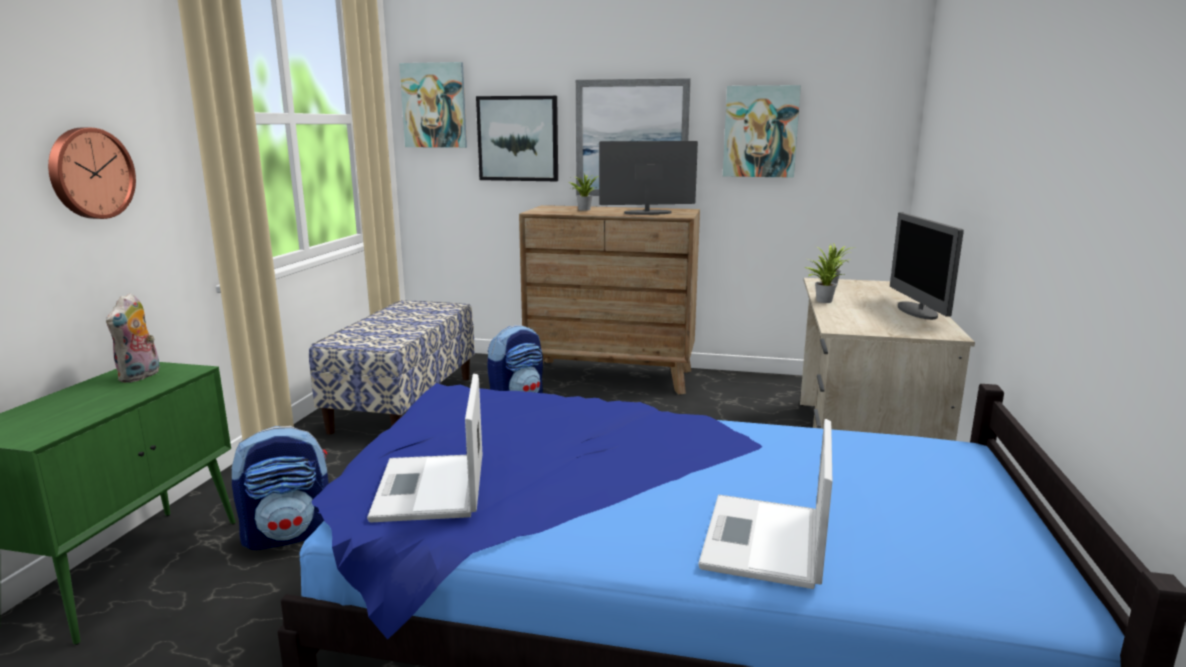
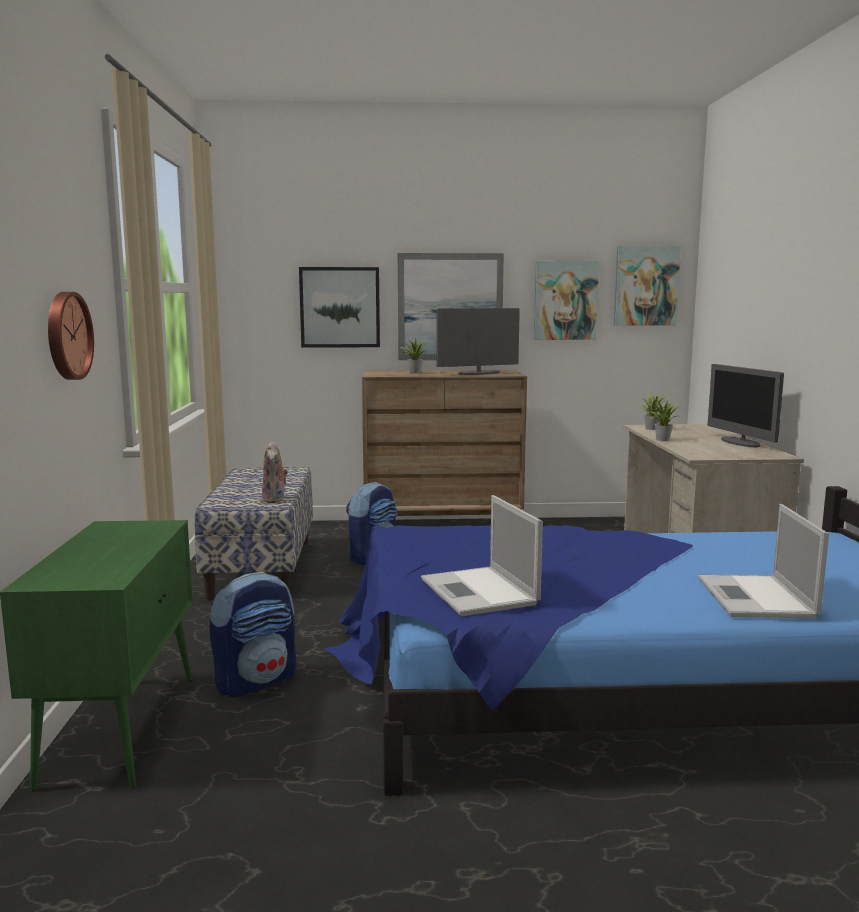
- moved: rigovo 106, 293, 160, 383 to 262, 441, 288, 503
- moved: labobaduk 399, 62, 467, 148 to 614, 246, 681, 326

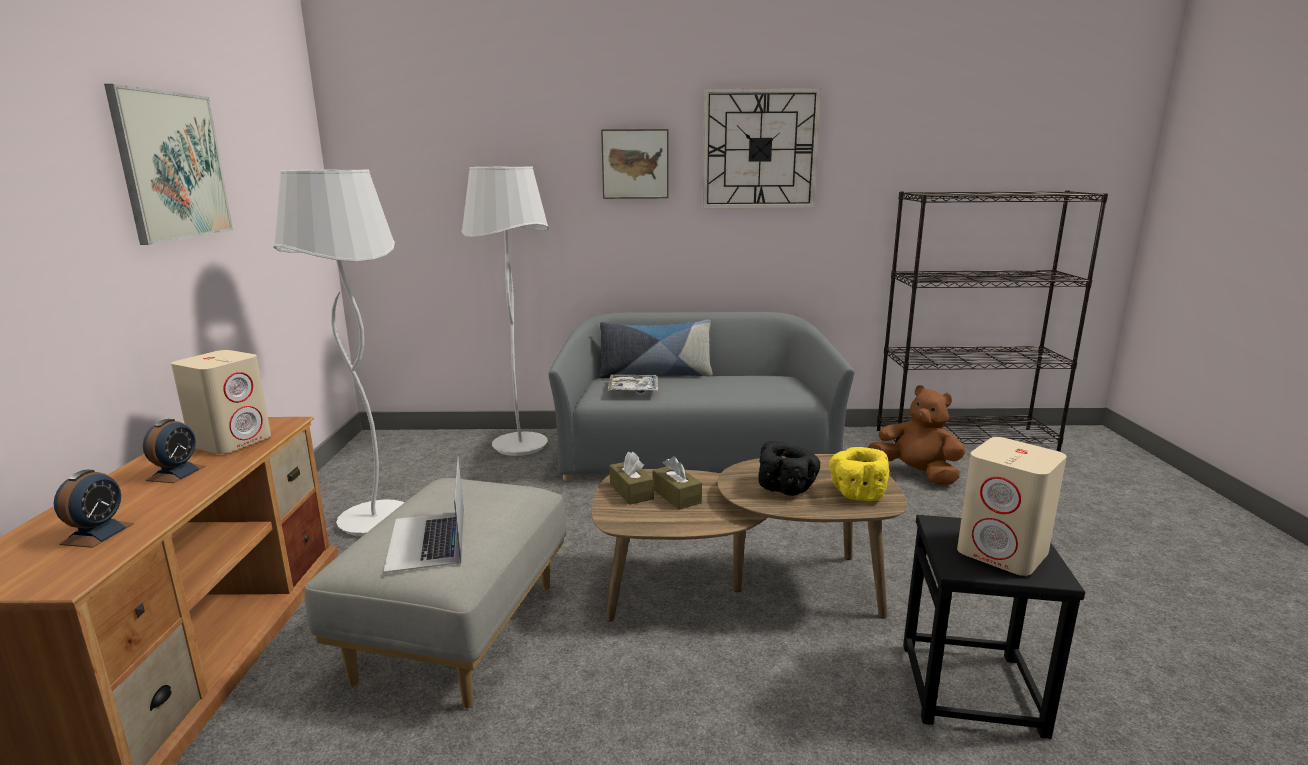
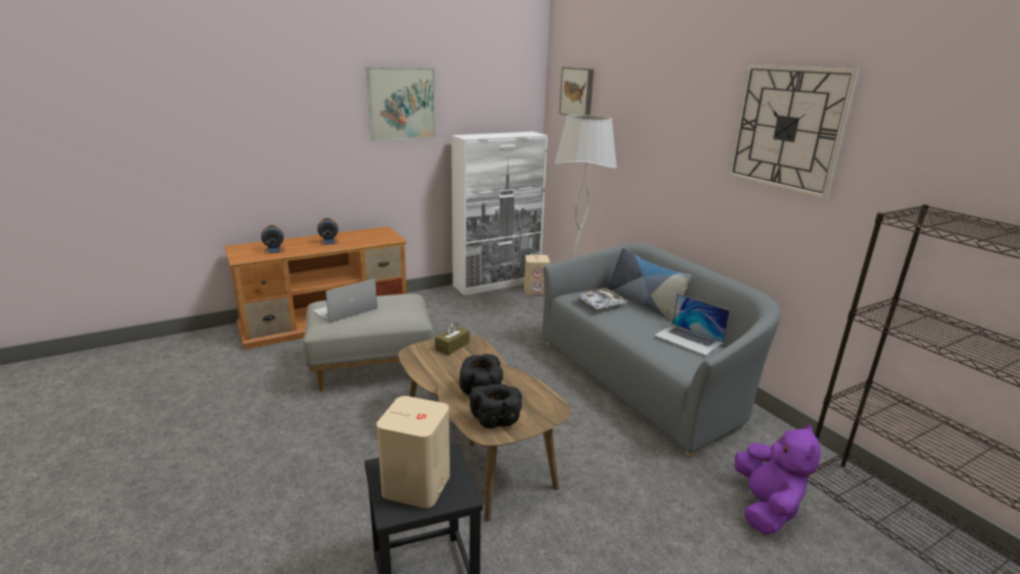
- removed: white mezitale 273, 169, 404, 536
- removed: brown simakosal 652, 456, 702, 510
- added: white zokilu 451, 132, 548, 296
- added: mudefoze 654, 294, 730, 356
- moved: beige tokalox 171, 350, 271, 454 to 524, 255, 550, 295
- moved: labobaduk 601, 129, 669, 199 to 559, 67, 594, 116
- recoloured: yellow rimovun 829, 447, 889, 502 to black rimovun 470, 384, 522, 429
- recoloured: brown rigovo 868, 385, 965, 485 to purple rigovo 735, 424, 821, 535

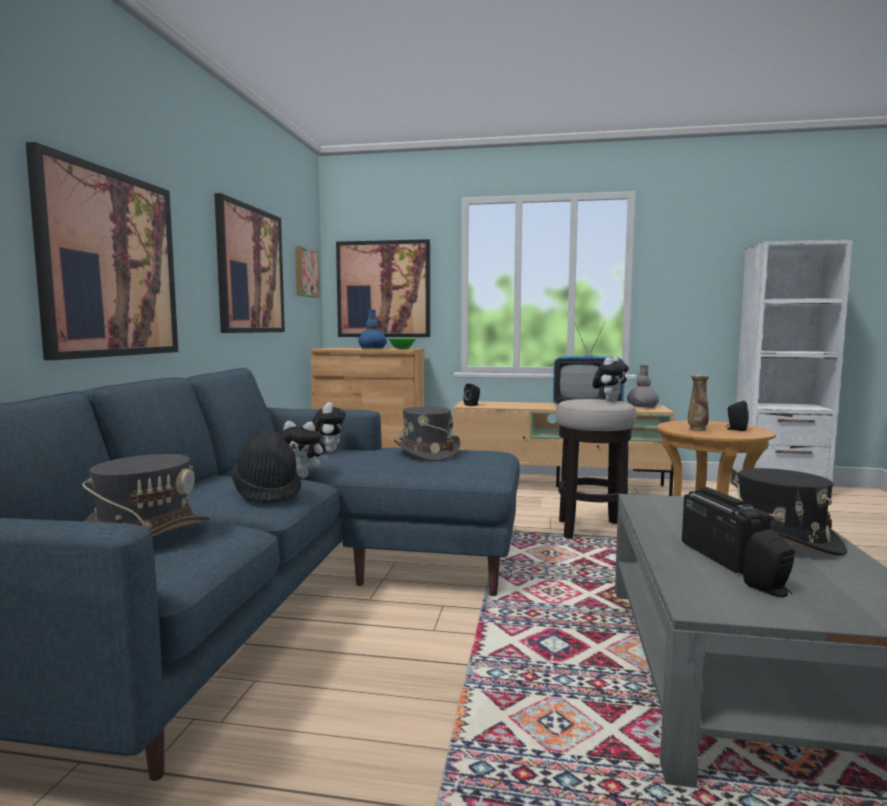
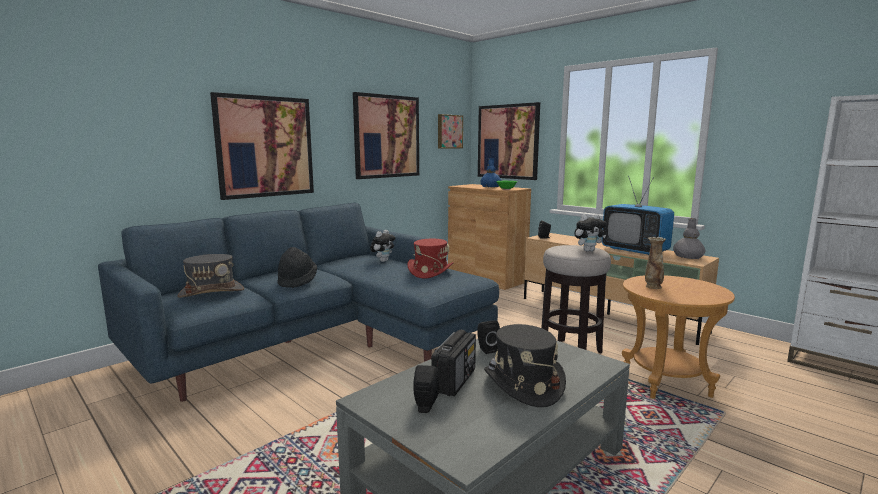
- removed: rigovo 277, 421, 328, 478
- moved: black tokalox 725, 401, 749, 431 to 477, 320, 500, 354
- recoloured: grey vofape 394, 406, 461, 461 to red vofape 407, 239, 453, 278

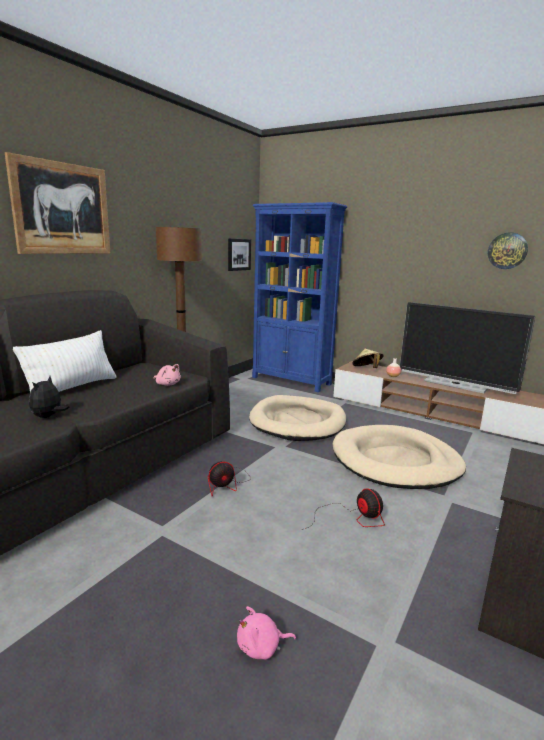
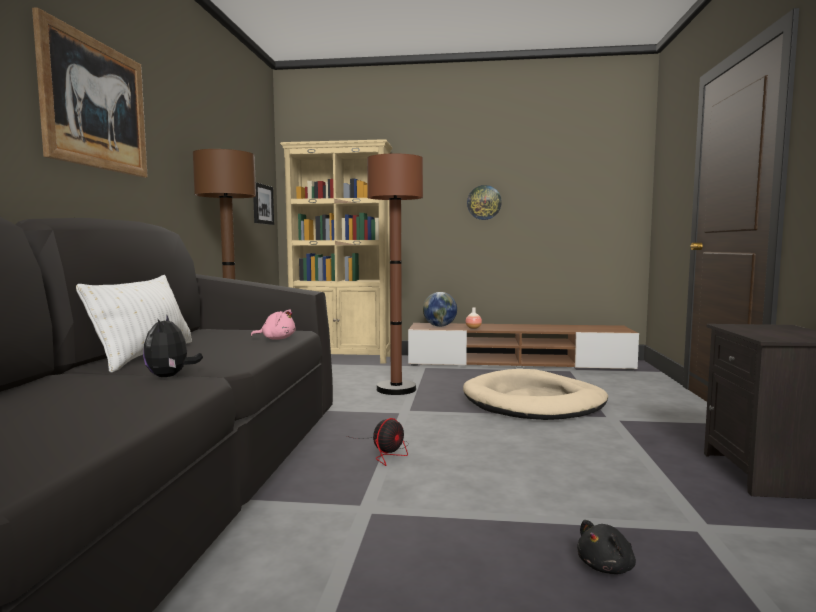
- removed: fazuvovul 301, 488, 385, 530
- removed: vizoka 400, 302, 535, 394
- moved: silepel 488, 232, 528, 269 to 467, 185, 502, 220
- replaced: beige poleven 249, 395, 346, 441 to brown mezitale 367, 153, 423, 395
- replaced: beige vofape 352, 349, 384, 368 to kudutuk 423, 292, 457, 327
- recoloured: pink rigovo 237, 606, 296, 659 to black rigovo 577, 520, 636, 574
- recoloured: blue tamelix 252, 202, 347, 392 to beige tamelix 280, 139, 393, 364

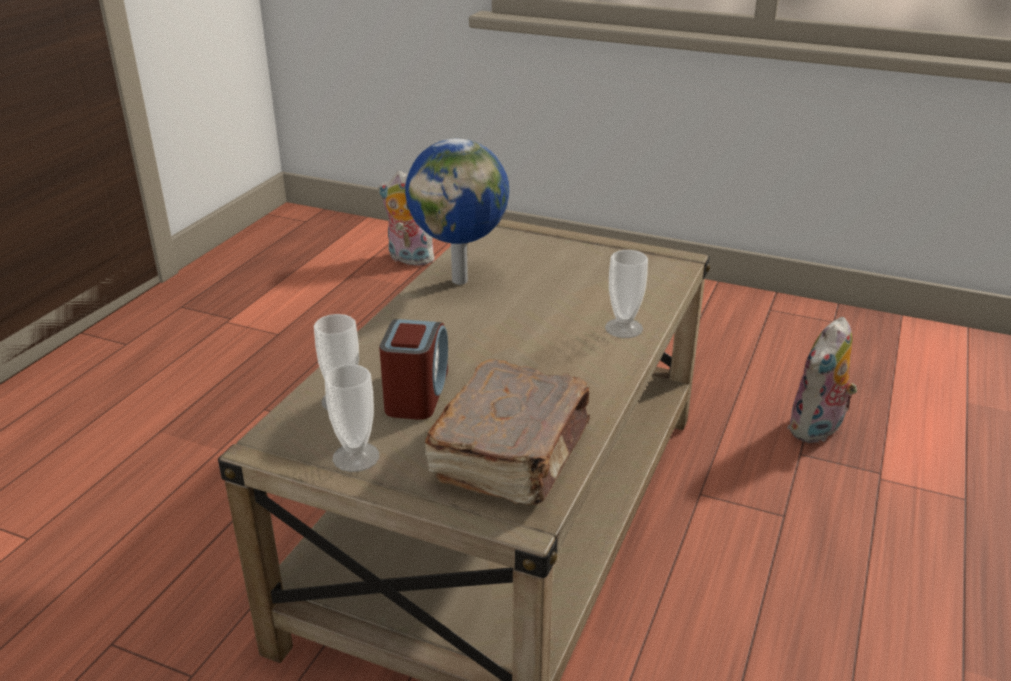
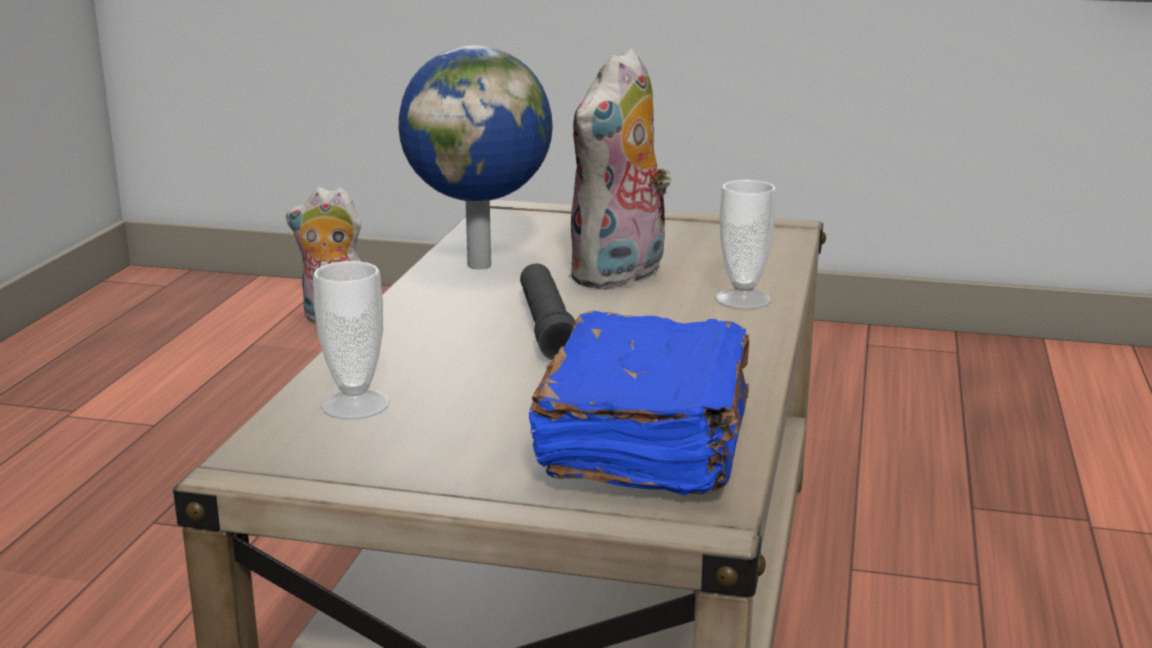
- removed: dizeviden 325, 364, 379, 472
- removed: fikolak 379, 319, 448, 420
- added: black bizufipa 520, 263, 575, 361
- moved: rigovo 787, 317, 857, 443 to 568, 48, 671, 290
- recoloured: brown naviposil 425, 359, 590, 505 to blue naviposil 529, 311, 749, 496

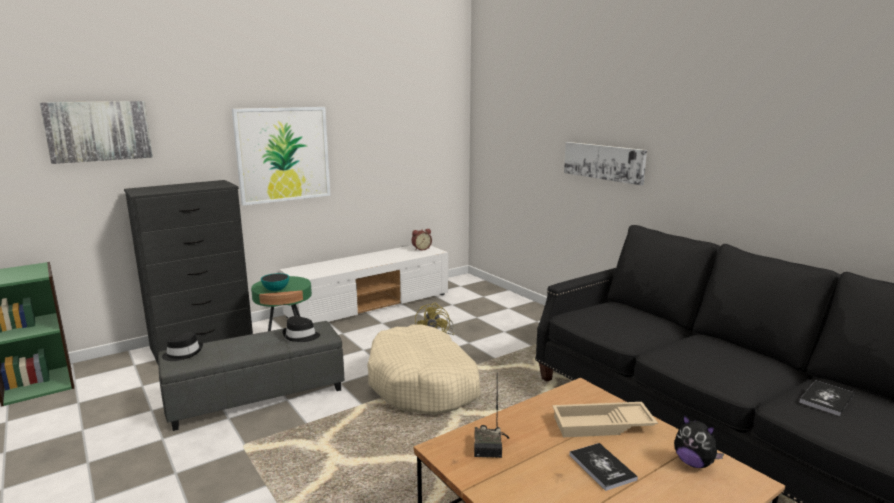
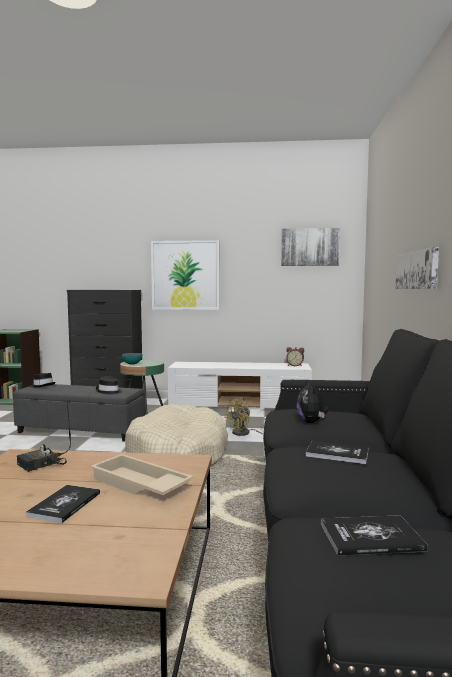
- added: naviposil 305, 441, 369, 464
- moved: labobaduk 40, 101, 153, 164 to 281, 228, 340, 266
- moved: rigovo 674, 415, 724, 468 to 296, 380, 329, 423

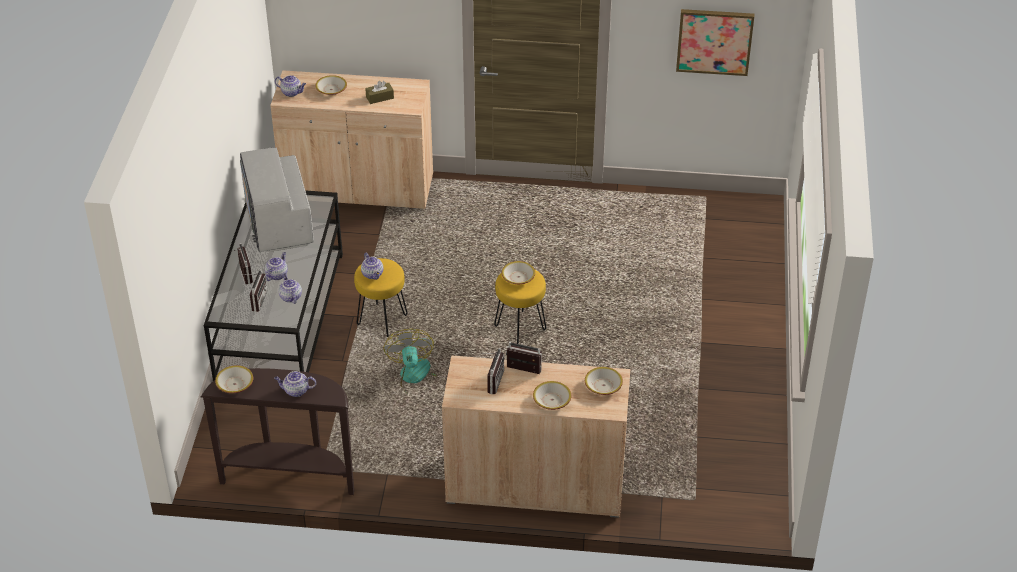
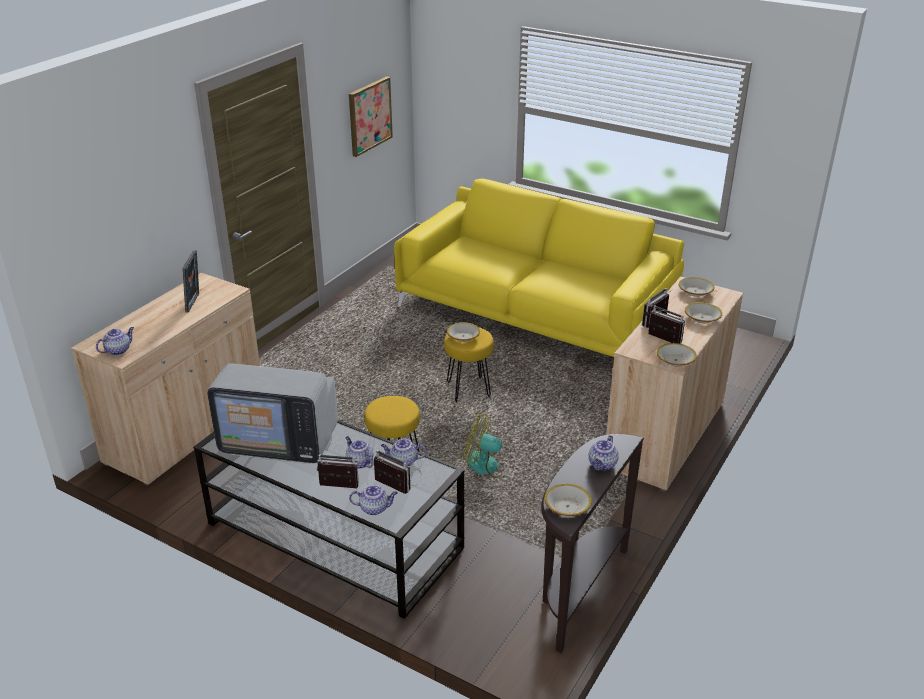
- added: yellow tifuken 394, 179, 684, 357
- moved: rimovun 315, 75, 347, 95 to 657, 343, 697, 367
- moved: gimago 361, 253, 383, 280 to 349, 485, 398, 515
- replaced: brown simakosal 365, 81, 394, 104 to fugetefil 182, 250, 199, 312

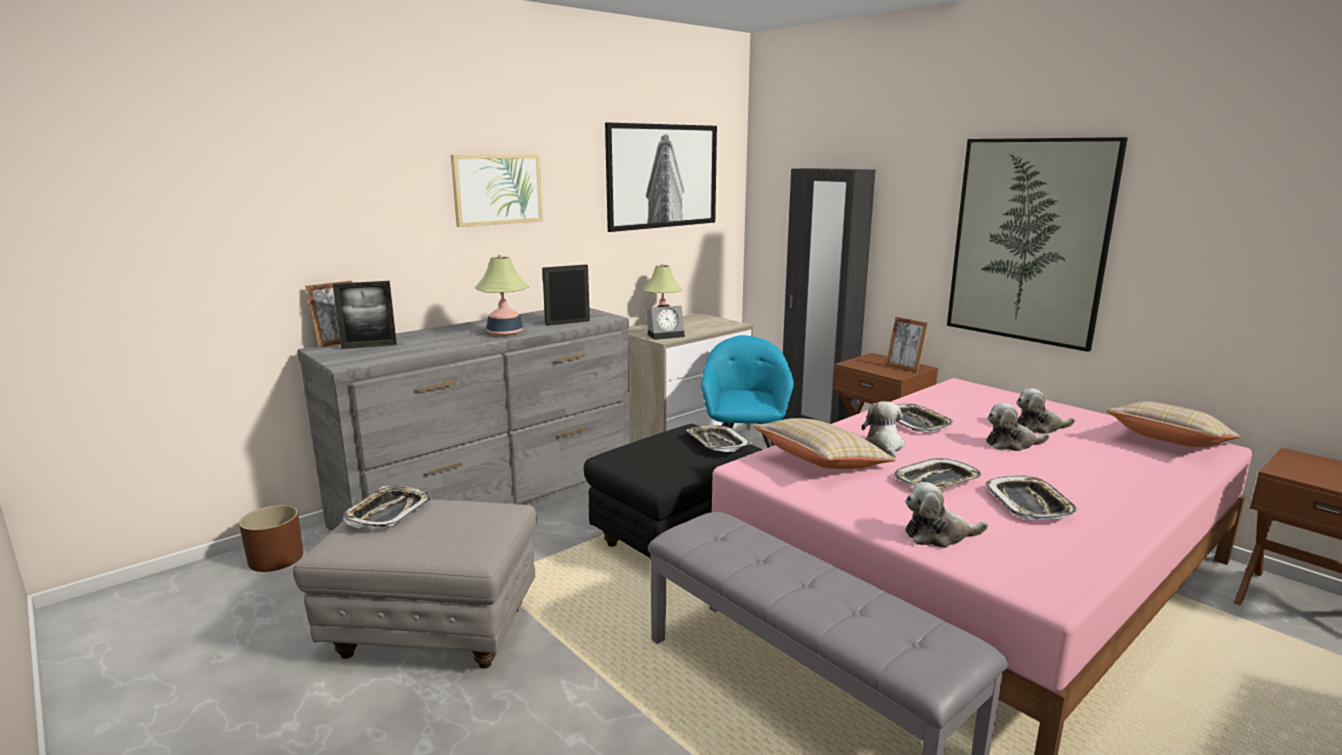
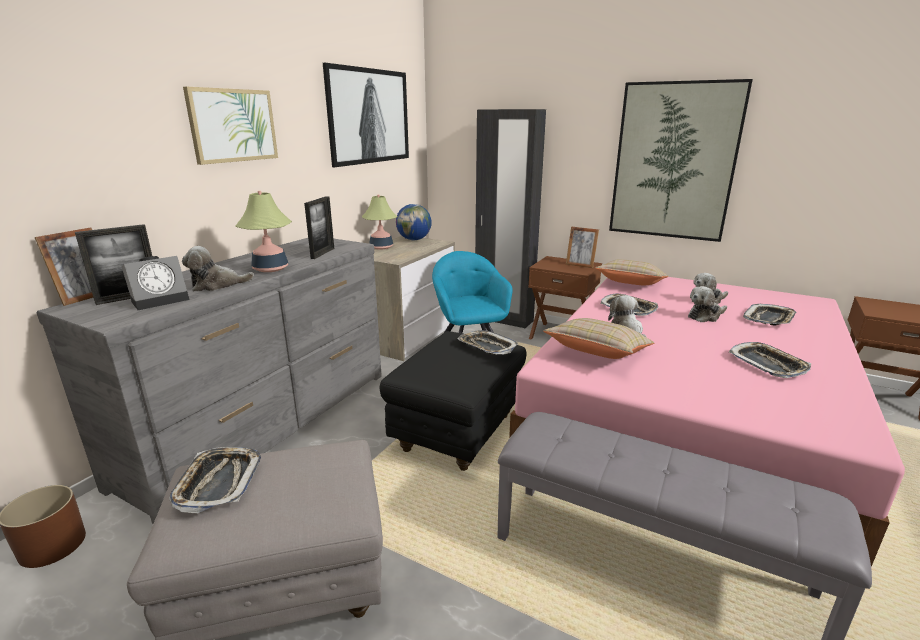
- added: kudutuk 396, 204, 432, 240
- moved: fikolak 646, 305, 685, 340 to 122, 256, 190, 310
- moved: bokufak 894, 458, 982, 490 to 743, 304, 797, 325
- moved: rigovo 905, 482, 988, 548 to 182, 246, 254, 291
- moved: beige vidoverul 1106, 401, 1241, 447 to 595, 259, 668, 286
- turned: fugetefil 542, 265, 590, 326 = 304, 196, 334, 259 150 degrees clockwise

